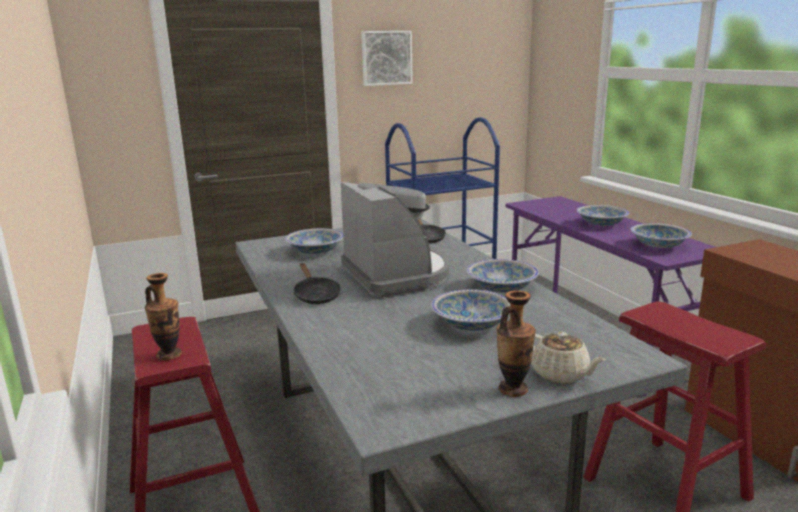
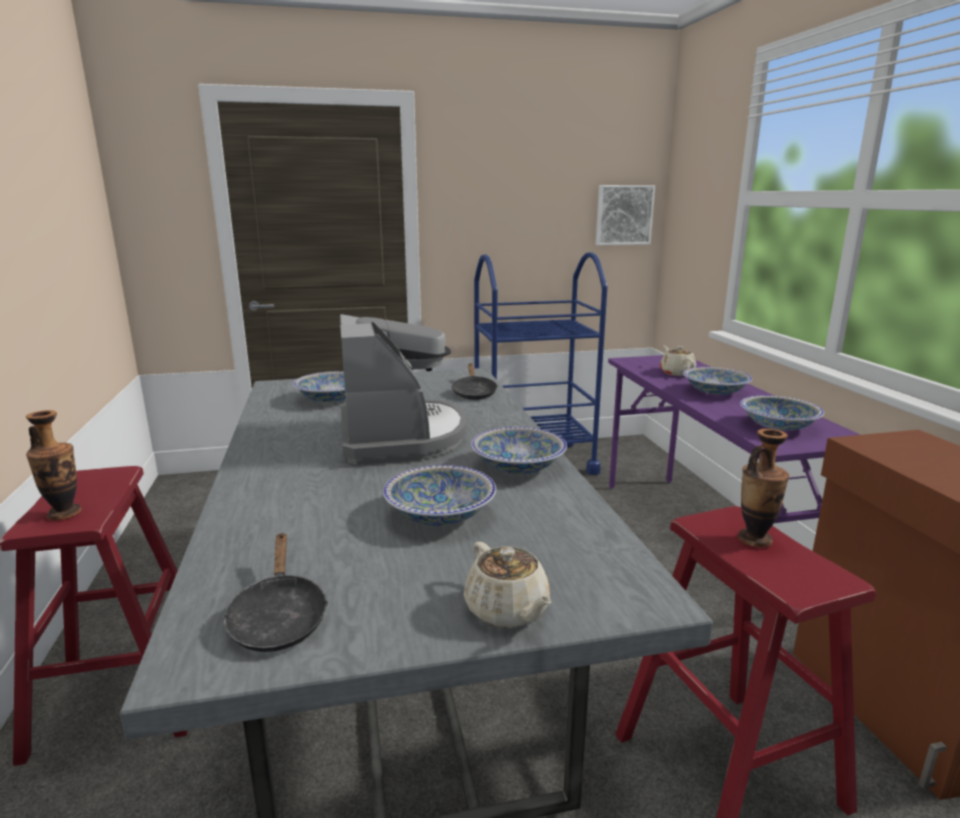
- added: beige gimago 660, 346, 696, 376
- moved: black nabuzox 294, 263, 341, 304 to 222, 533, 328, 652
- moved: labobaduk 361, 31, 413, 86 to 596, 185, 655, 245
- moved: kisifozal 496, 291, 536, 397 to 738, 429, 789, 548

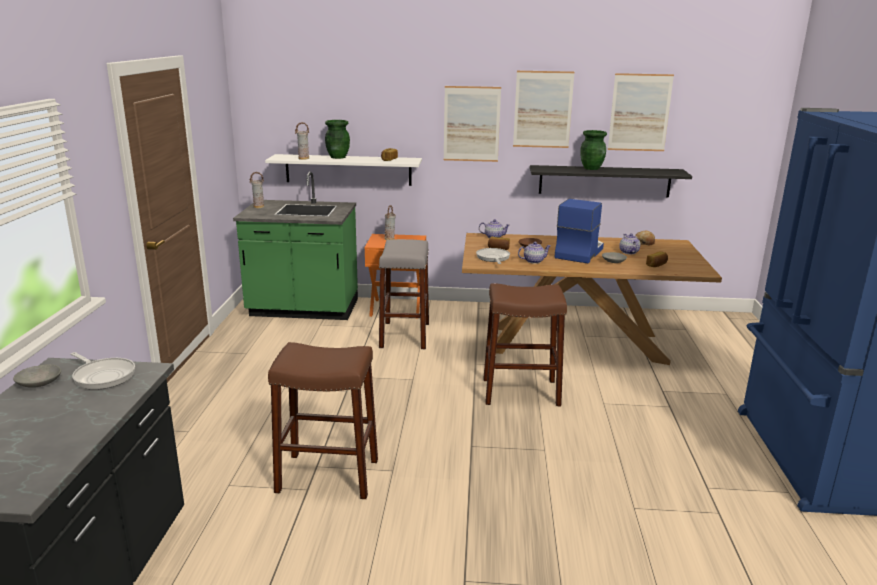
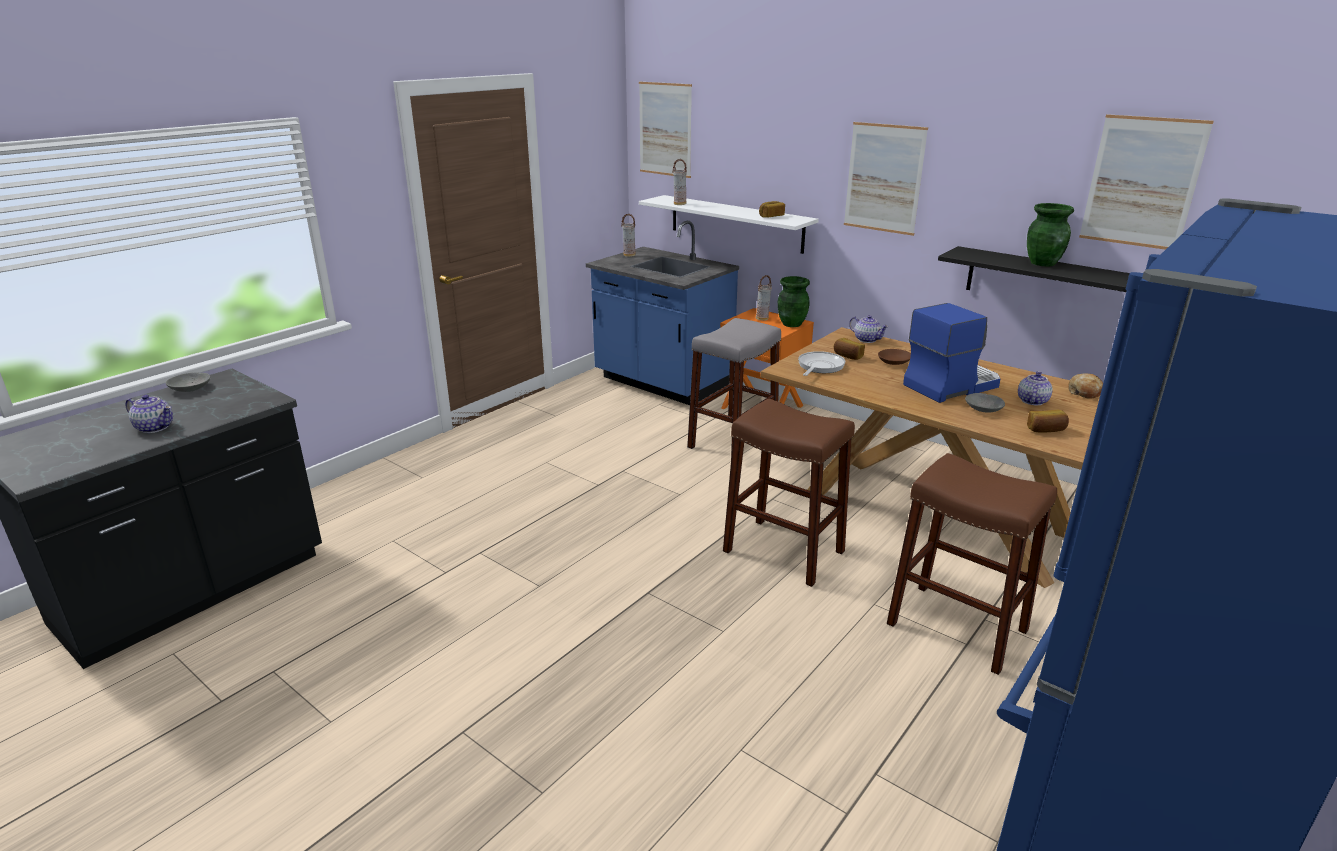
- removed: nabuzox 71, 352, 135, 390
- moved: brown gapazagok 268, 342, 378, 499 to 887, 453, 1057, 675
- moved: green kisifozal 325, 120, 350, 159 to 778, 276, 810, 327
- moved: labobaduk 513, 70, 575, 148 to 639, 82, 692, 178
- moved: gimago 518, 242, 551, 264 to 125, 395, 173, 433
- recoloured: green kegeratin 233, 172, 358, 320 to blue kegeratin 586, 221, 739, 405

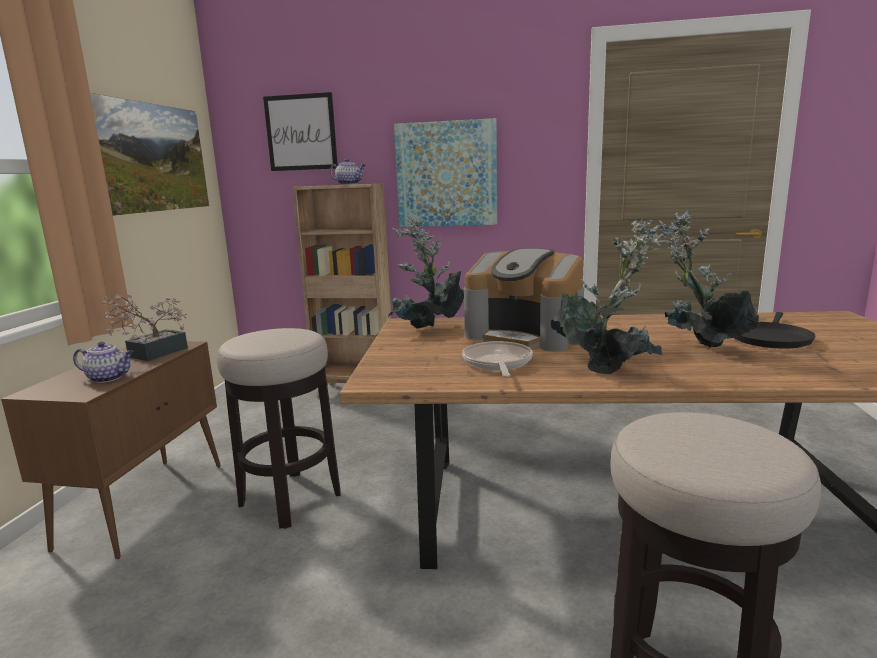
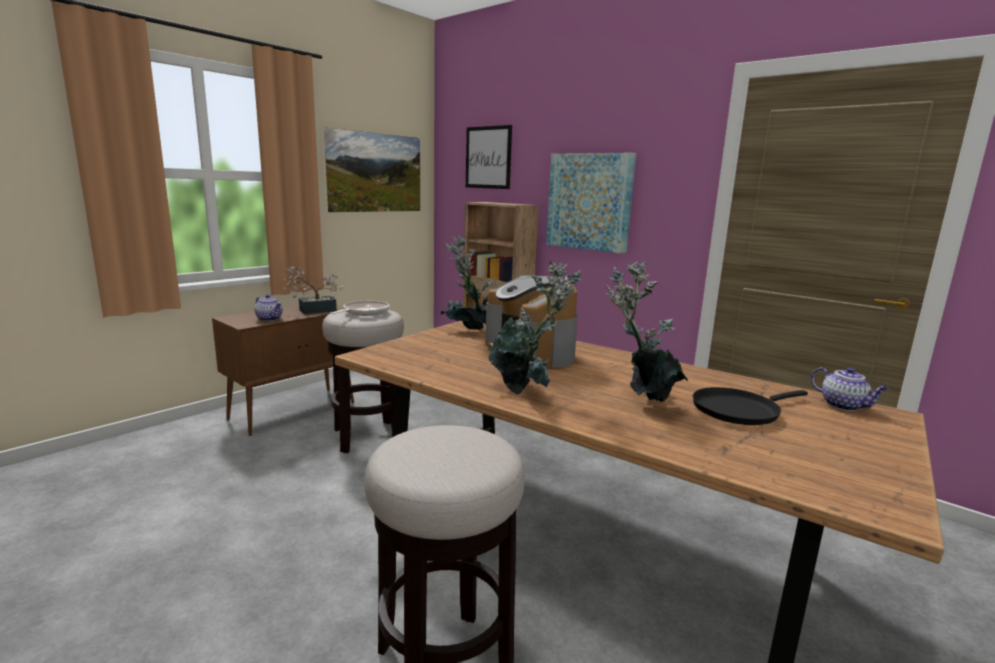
- moved: gimago 330, 159, 365, 185 to 811, 367, 889, 411
- moved: nabuzox 462, 341, 533, 377 to 330, 301, 390, 316

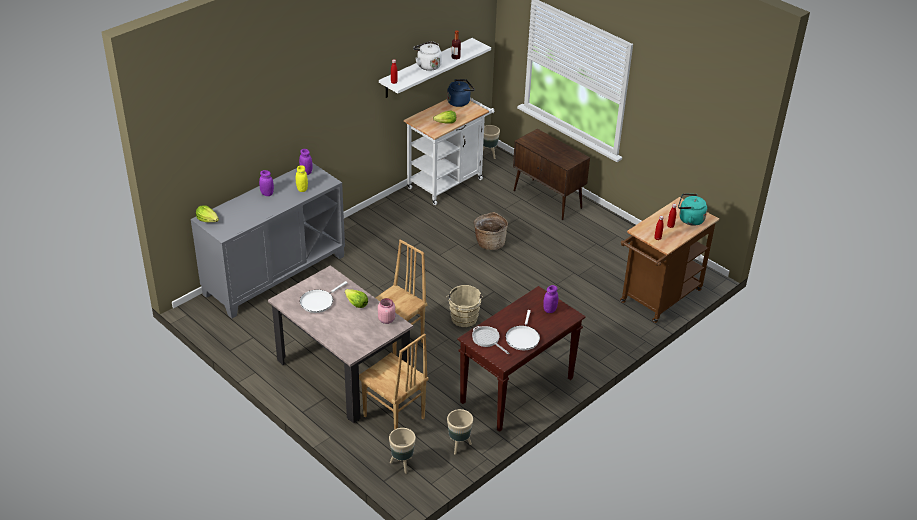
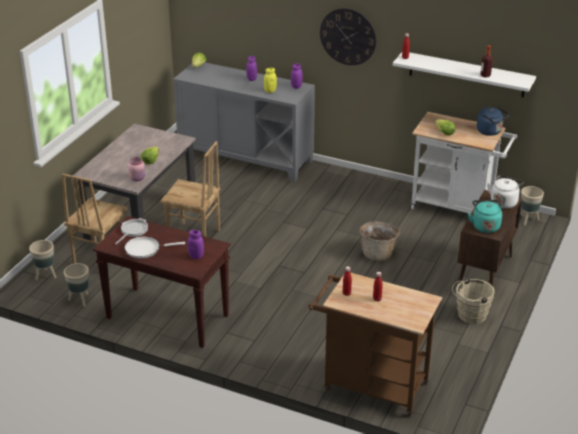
- removed: white nabuzox 300, 281, 348, 313
- added: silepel 320, 8, 377, 65
- moved: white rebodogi 413, 41, 442, 71 to 487, 175, 524, 209
- moved: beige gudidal 448, 285, 483, 327 to 452, 278, 495, 324
- moved: turquoise rebodogi 678, 193, 707, 226 to 468, 200, 502, 233

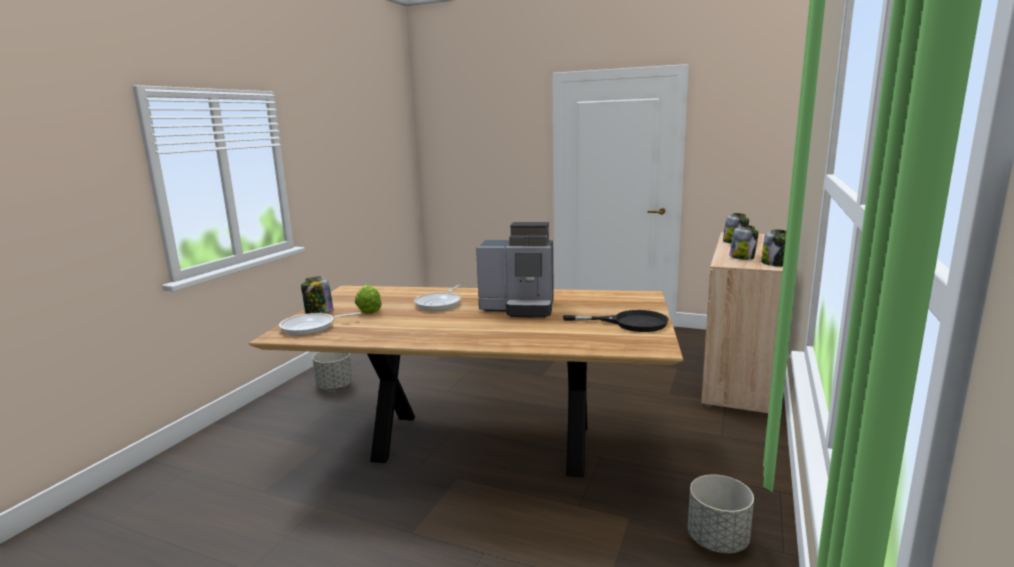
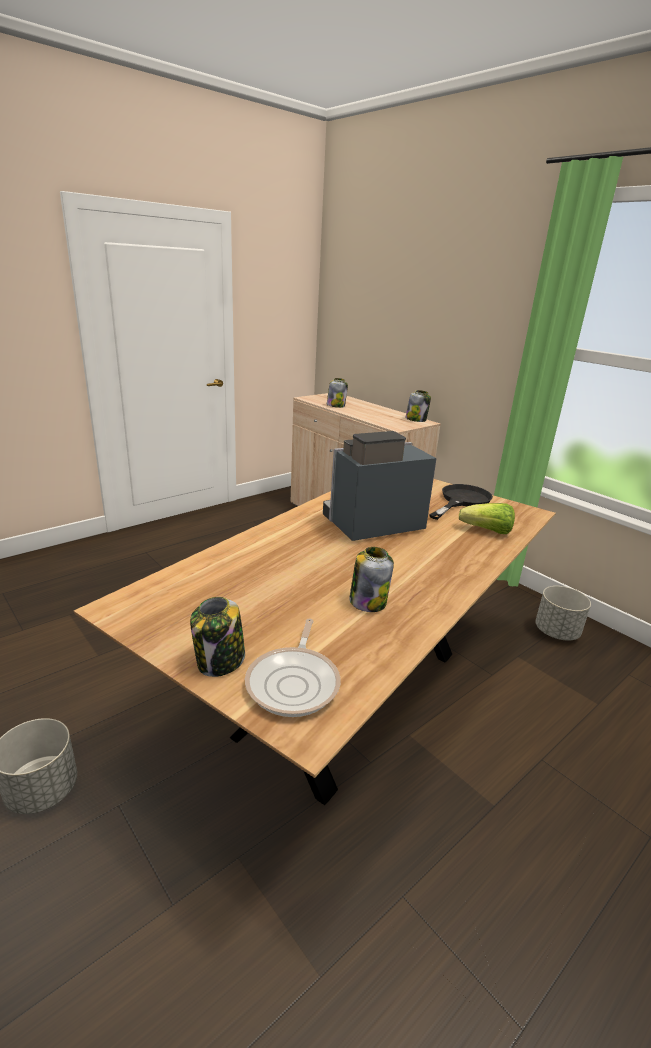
- removed: nabuzox 414, 285, 461, 311
- moved: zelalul 355, 285, 382, 314 to 459, 503, 515, 534
- moved: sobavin 729, 225, 759, 260 to 349, 547, 394, 612
- turned: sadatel 476, 222, 554, 318 = 323, 431, 437, 541 150 degrees counterclockwise

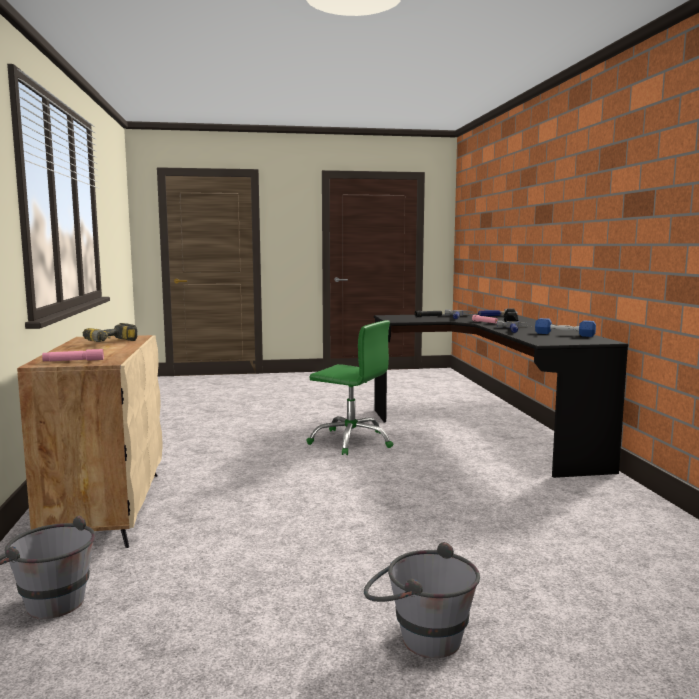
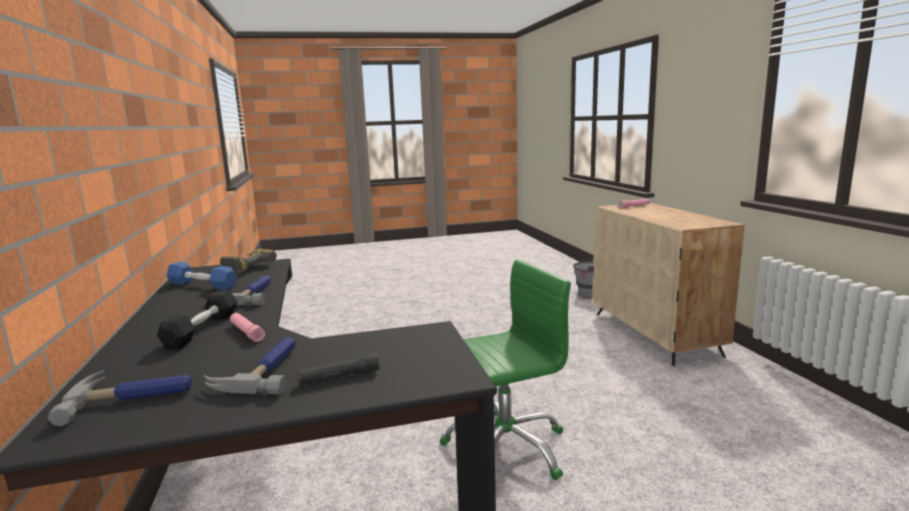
- removed: grey gudidal 364, 542, 480, 658
- moved: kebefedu 83, 323, 137, 342 to 220, 249, 277, 276
- turned: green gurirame 306, 320, 393, 455 = 440, 259, 571, 480 135 degrees clockwise

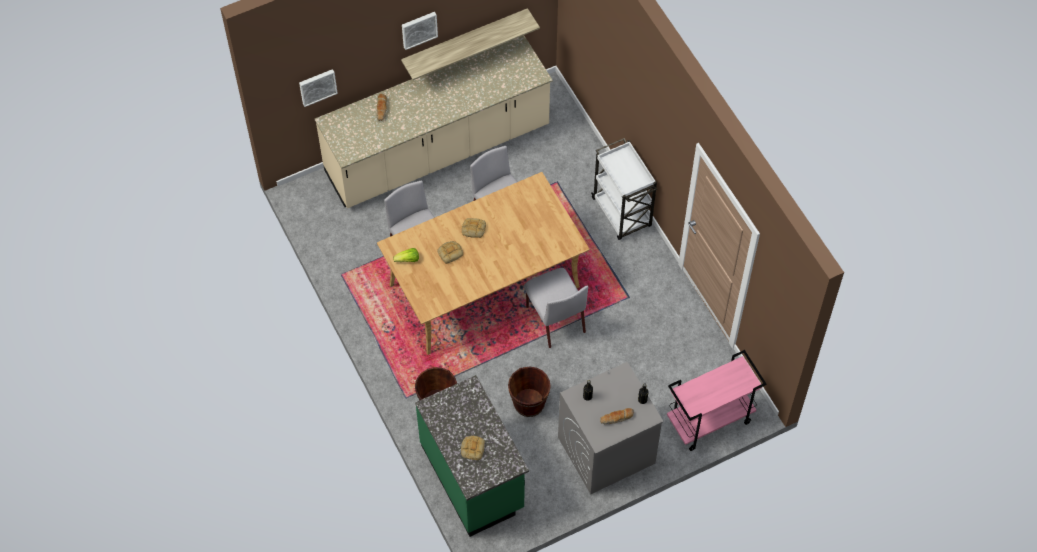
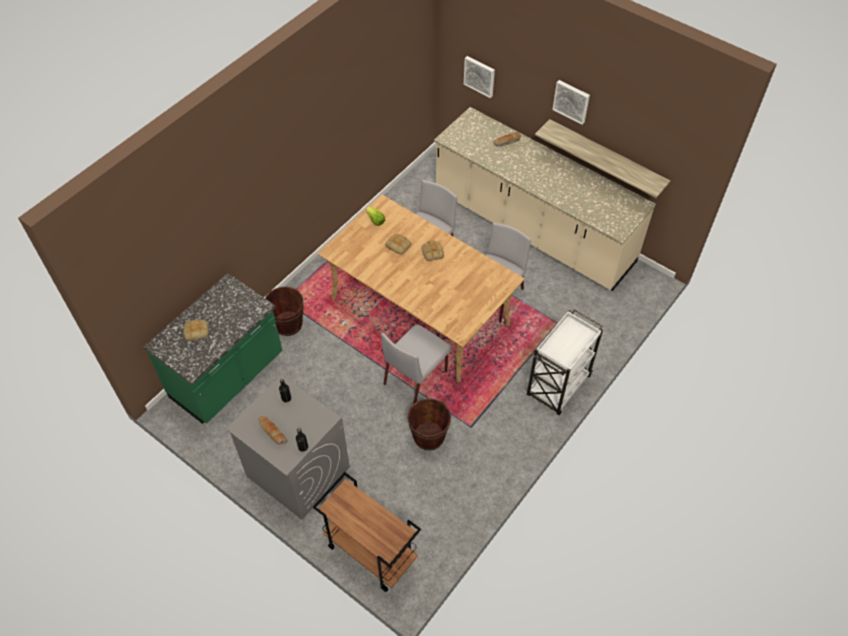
- moved: brown gudidal 508, 367, 551, 417 to 407, 398, 451, 451
- recoloured: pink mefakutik 667, 350, 766, 451 to brown mefakutik 313, 472, 421, 592

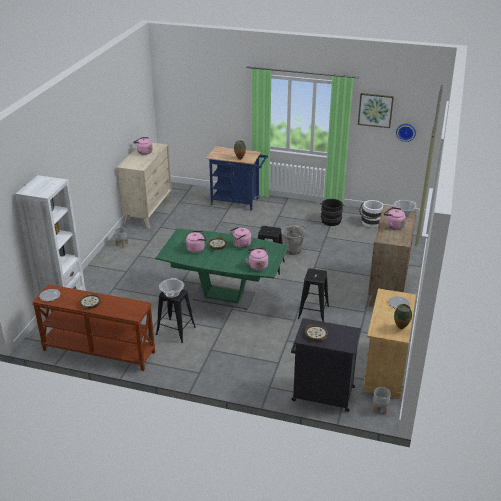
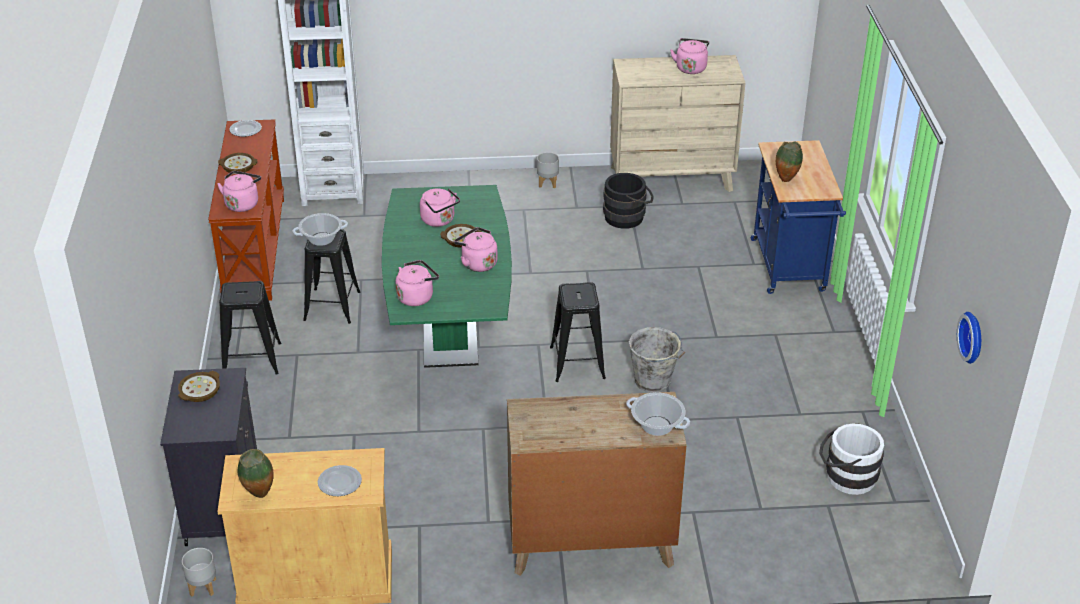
- removed: labobaduk 358, 93, 394, 128
- moved: black gapazagok 298, 268, 329, 322 to 219, 281, 281, 375
- moved: black gudidal 320, 199, 345, 226 to 603, 173, 654, 229
- moved: pink rebodogi 384, 207, 406, 230 to 217, 171, 261, 212

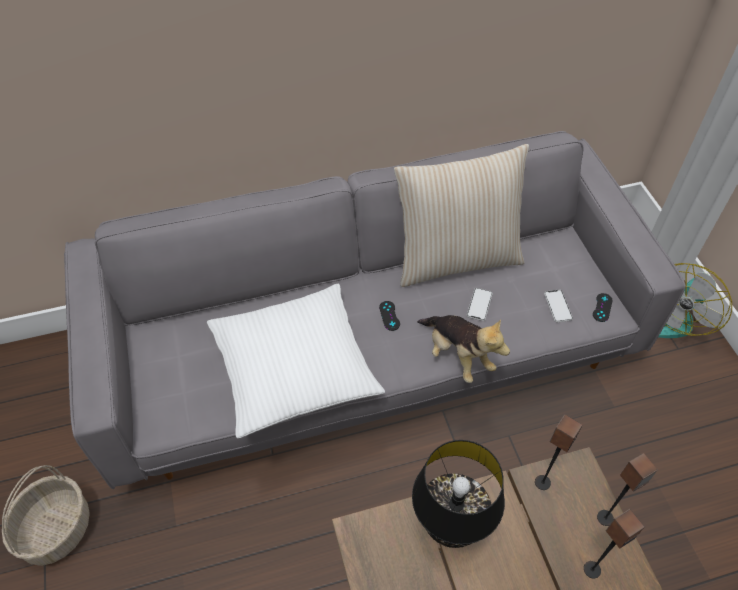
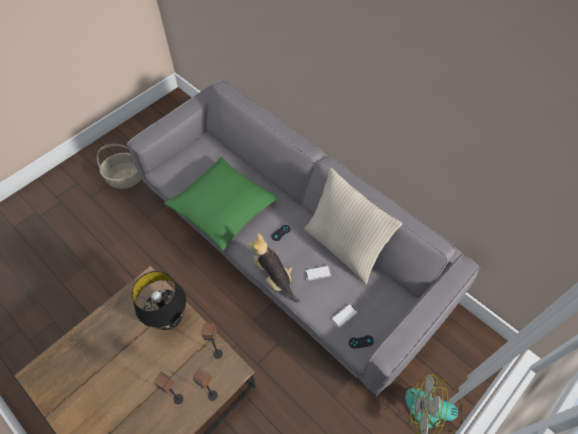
- recoloured: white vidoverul 207, 284, 385, 438 to green vidoverul 164, 157, 279, 251
- turned: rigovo 417, 315, 510, 383 = 248, 233, 300, 302 120 degrees clockwise

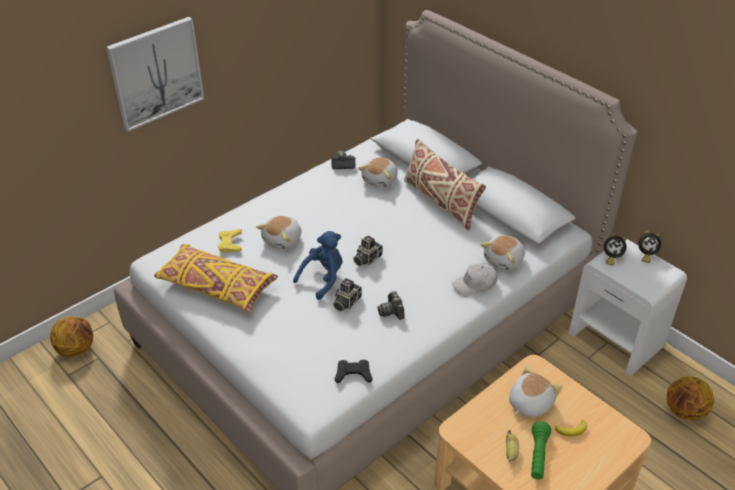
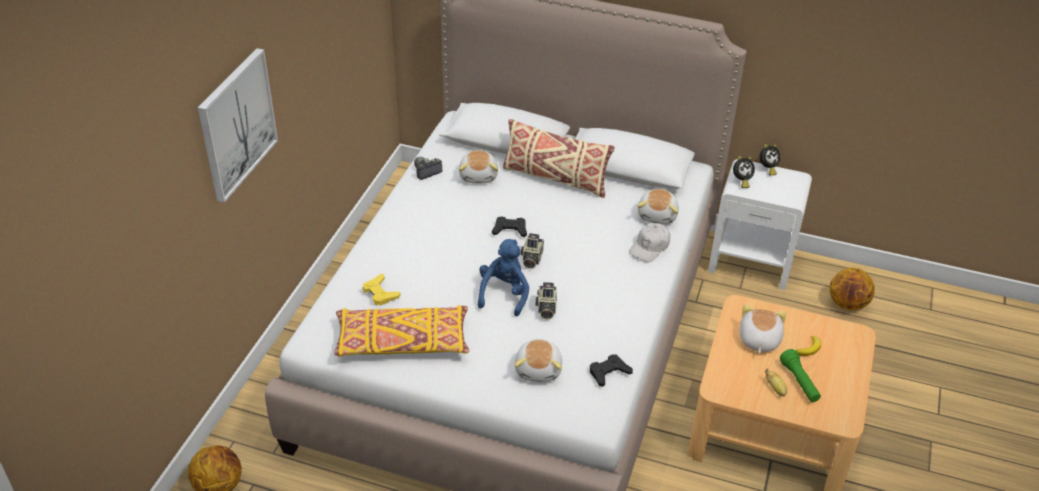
- removed: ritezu 378, 291, 405, 320
- added: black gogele 492, 216, 527, 237
- moved: rigovo 256, 216, 302, 250 to 514, 339, 562, 382

